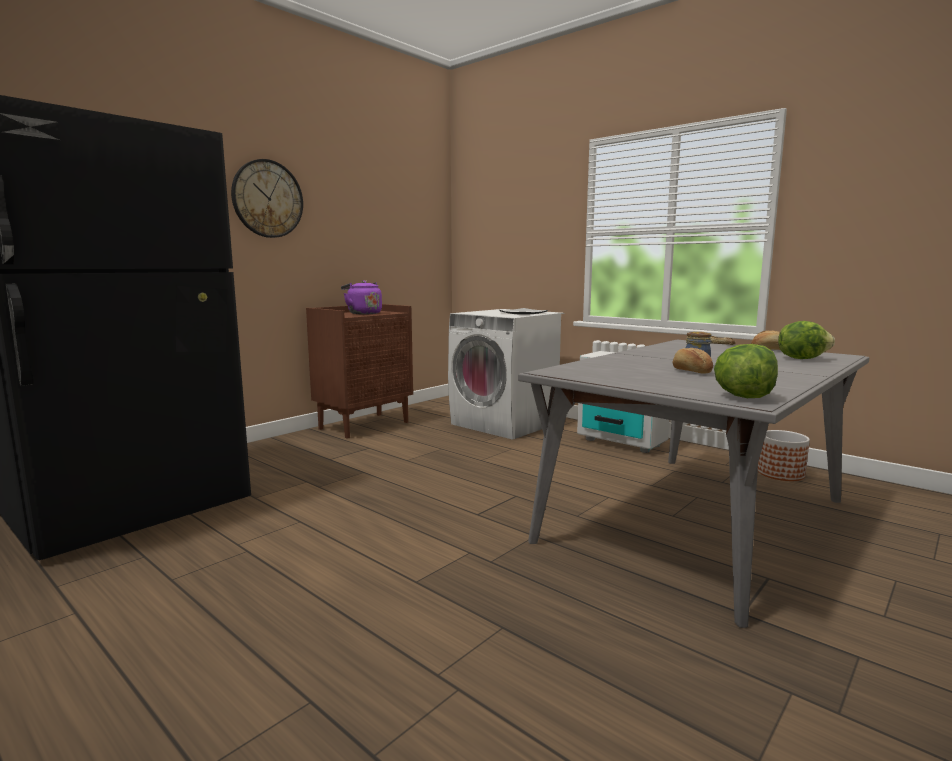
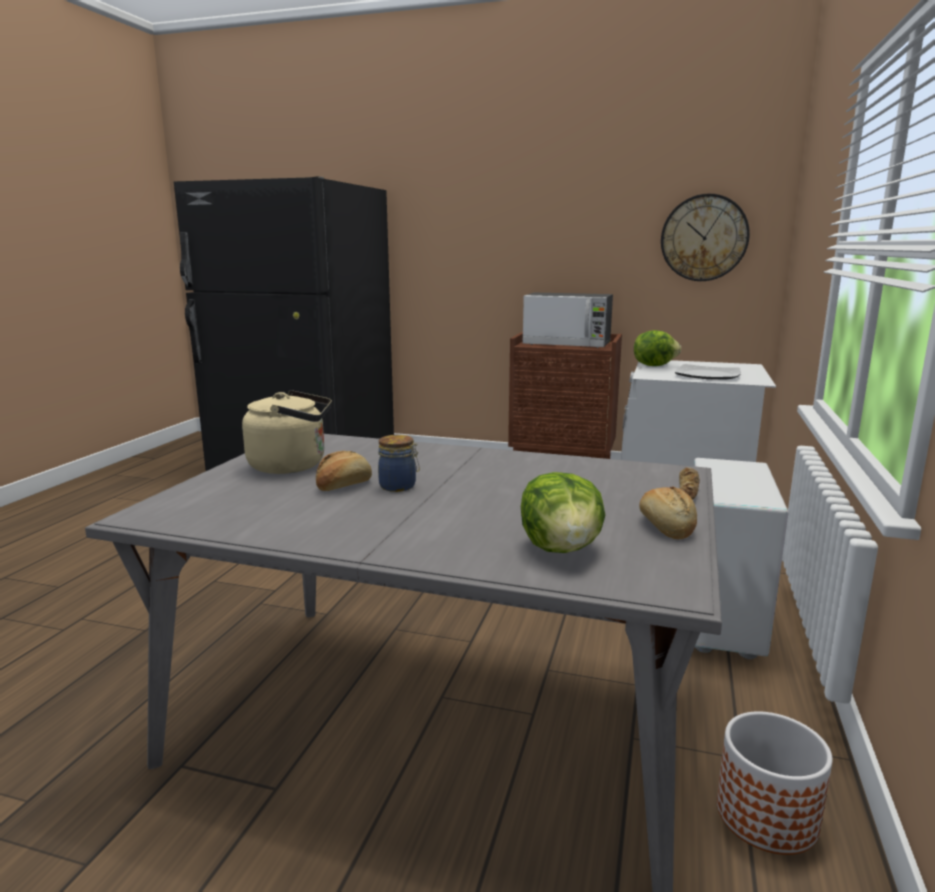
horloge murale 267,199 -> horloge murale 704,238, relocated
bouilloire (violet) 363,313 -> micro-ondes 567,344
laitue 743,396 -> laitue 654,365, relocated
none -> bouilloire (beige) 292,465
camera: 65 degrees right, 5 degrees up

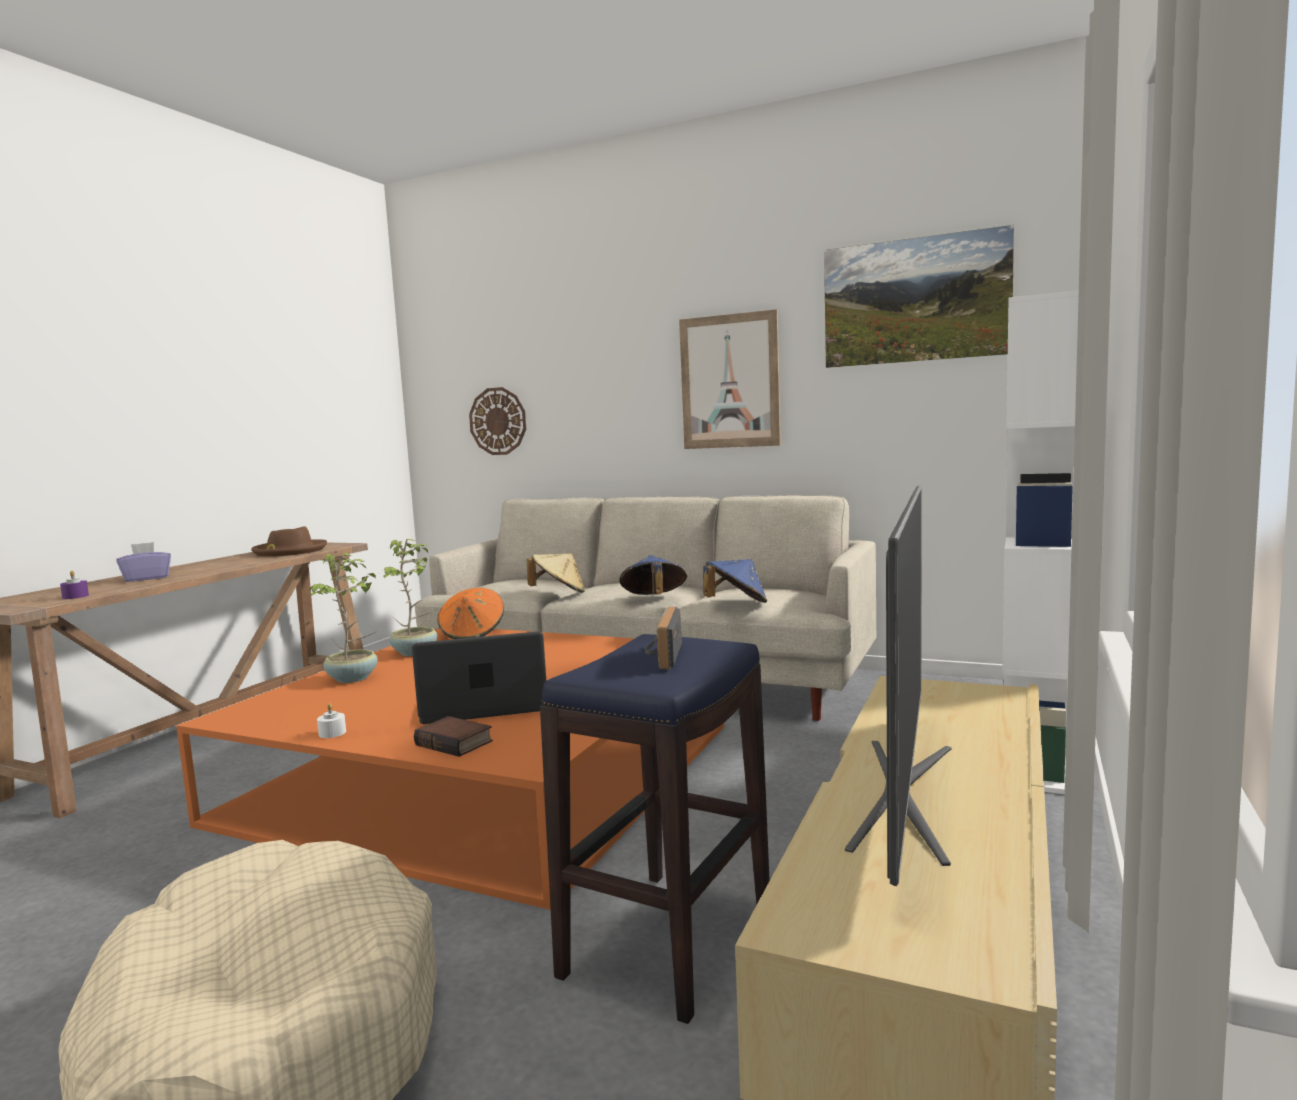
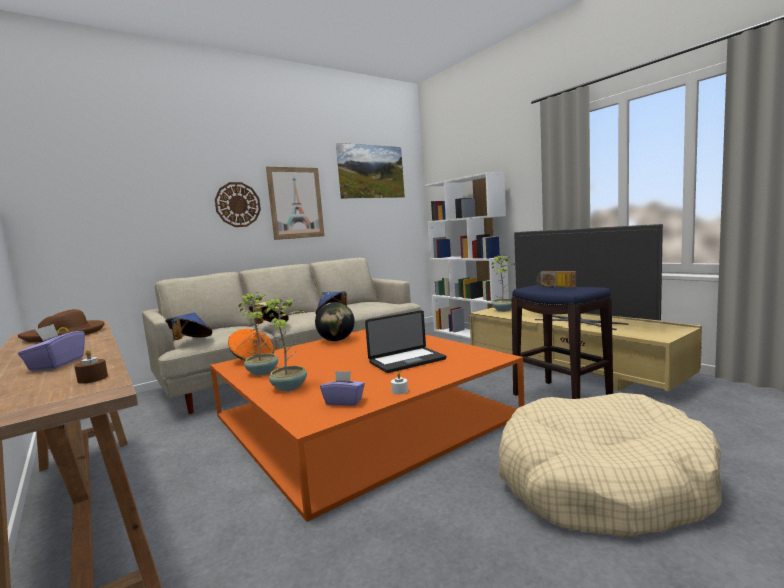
bougie (violet) 75,596 -> bougie (marron) 92,379
ordinateur portable 484,707 -> ordinateur portable 407,361, 135 degrees counterclockwise
livre 456,743 -> none
horloge murale 498,421 -> horloge murale 238,204, relocated
chapeau (bleu) 736,604 -> chapeau (bleu) 190,341, relocated
none -> globe 336,340
none -> boîte à mouchoirs (violet) 344,401
none -> plante en pot 504,310
camera: 60 degrees left, 0 degrees up

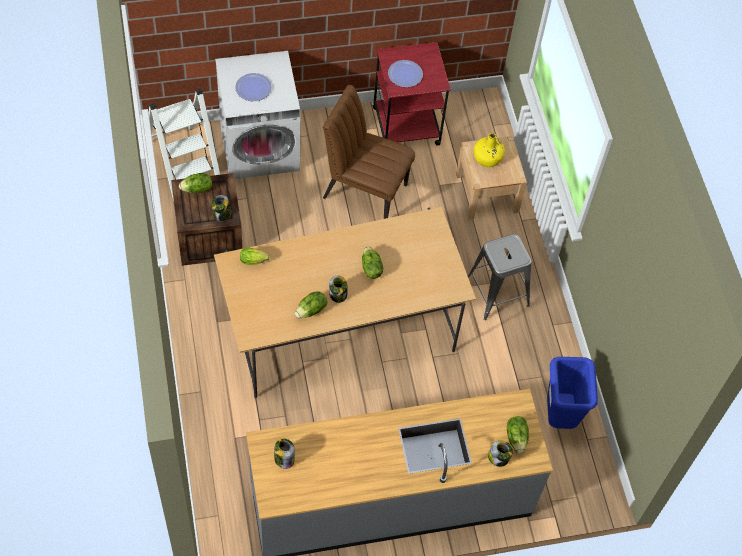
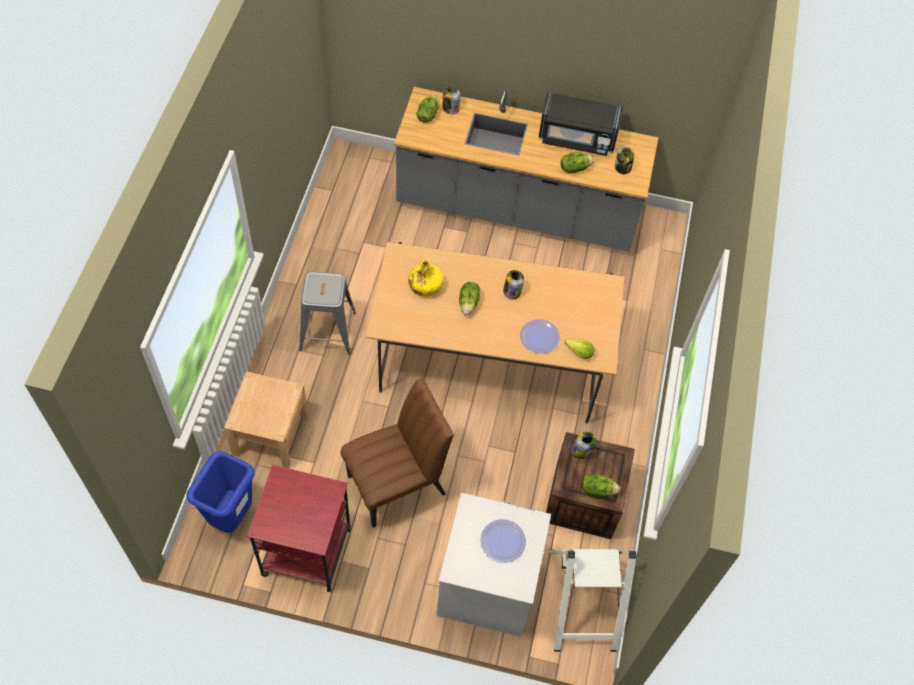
laitue 311,310 -> laitue 574,168, relocated
chaise (marron) 365,191 -> chaise (marron) 396,486, 75 degrees counterclockwise
assiette 405,74 -> assiette 540,337, relocated
bouteille (jaune) 488,158 -> bouteille (jaune) 425,286, relocated
poubelle (bleu) 559,417 -> poubelle (bleu) 232,516, relocated
none -> micro-ondes (noir) 577,138
camera: 155 degrees left, 0 degrees up

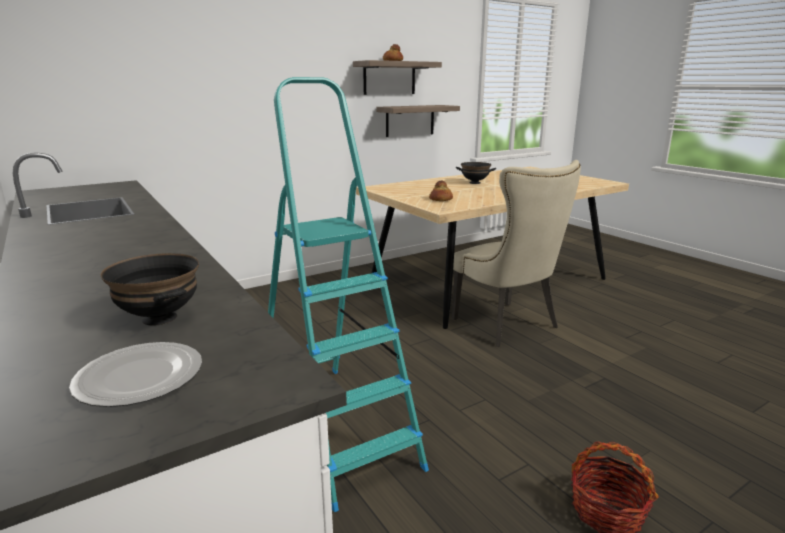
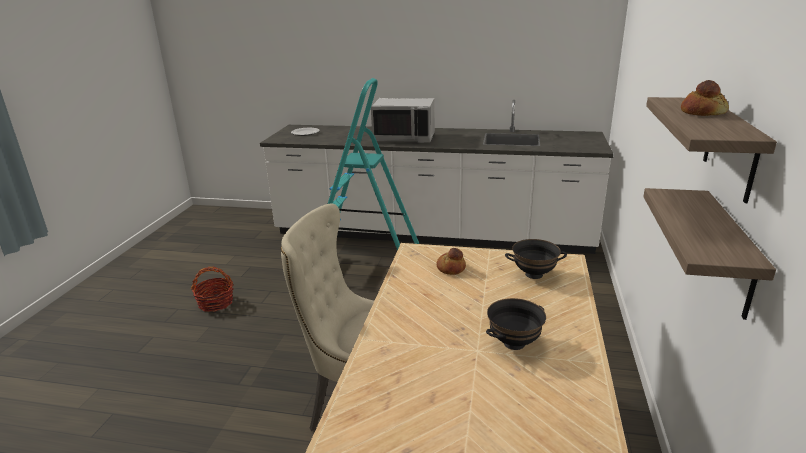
bol (noir) 161,318 -> bol (noir) 534,275, relocated
none -> micro-ondes (gris) 404,137
camera: 135 degrees right, 5 degrees up

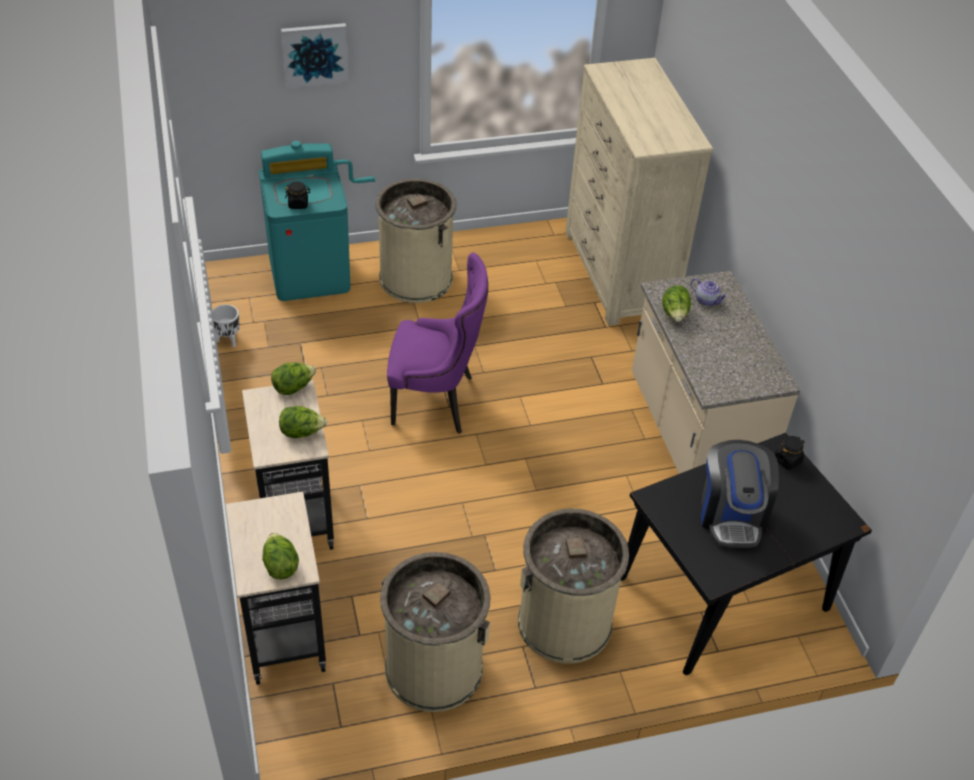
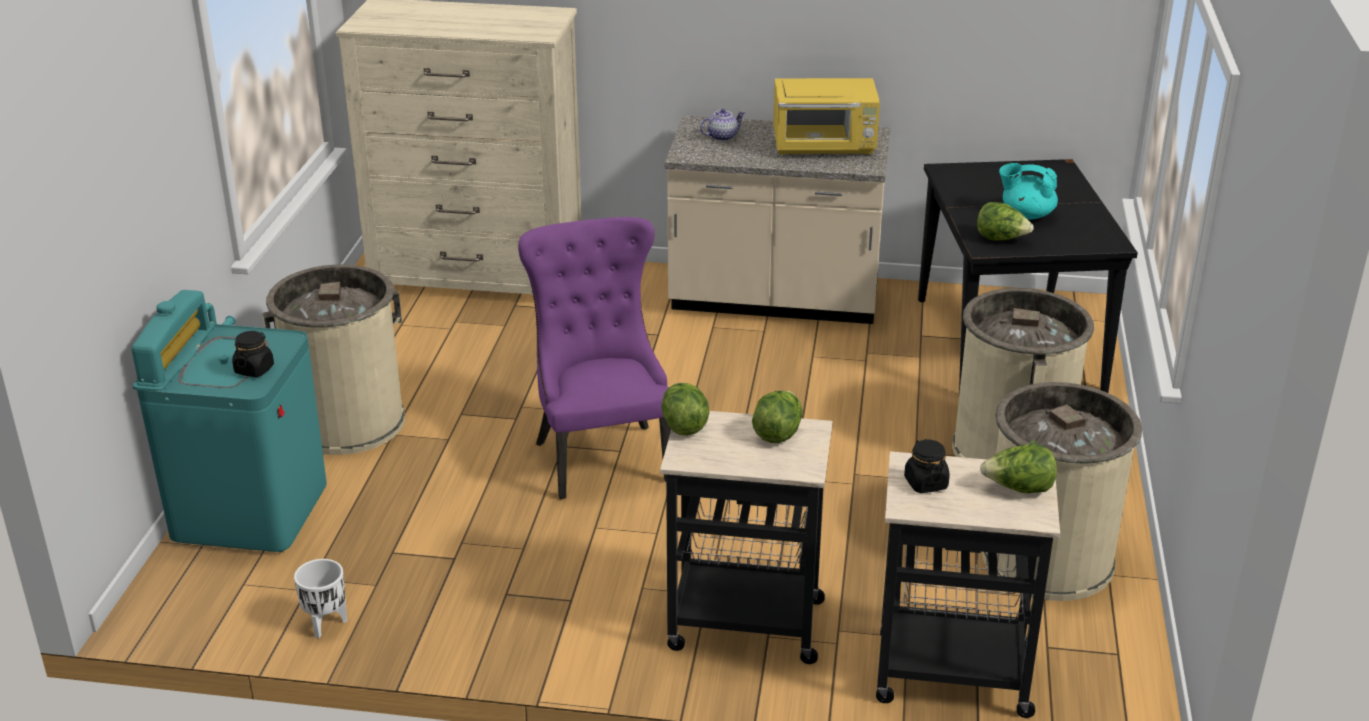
tableau 315,54 -> none
chaise (violet) 435,401 -> chaise (violet) 602,459, 45 degrees counterclockwise
laitue 674,314 -> laitue 1001,239, relocated
machine à café 731,514 -> théière (turquoise) 1026,214
bocal (noir) 787,460 -> bocal (noir) 925,483, relocated
none -> micro-ondes (jaune) 825,146
camera: 65 degrees left, 15 degrees down

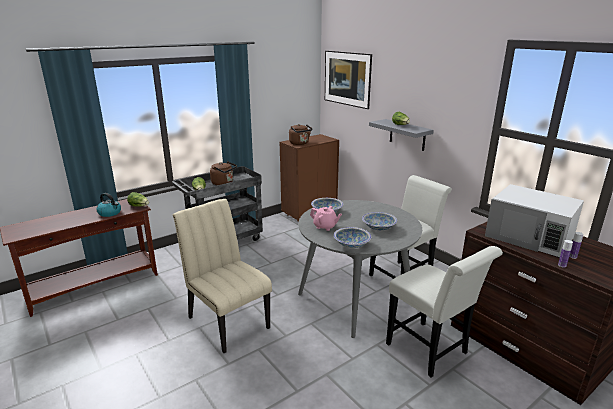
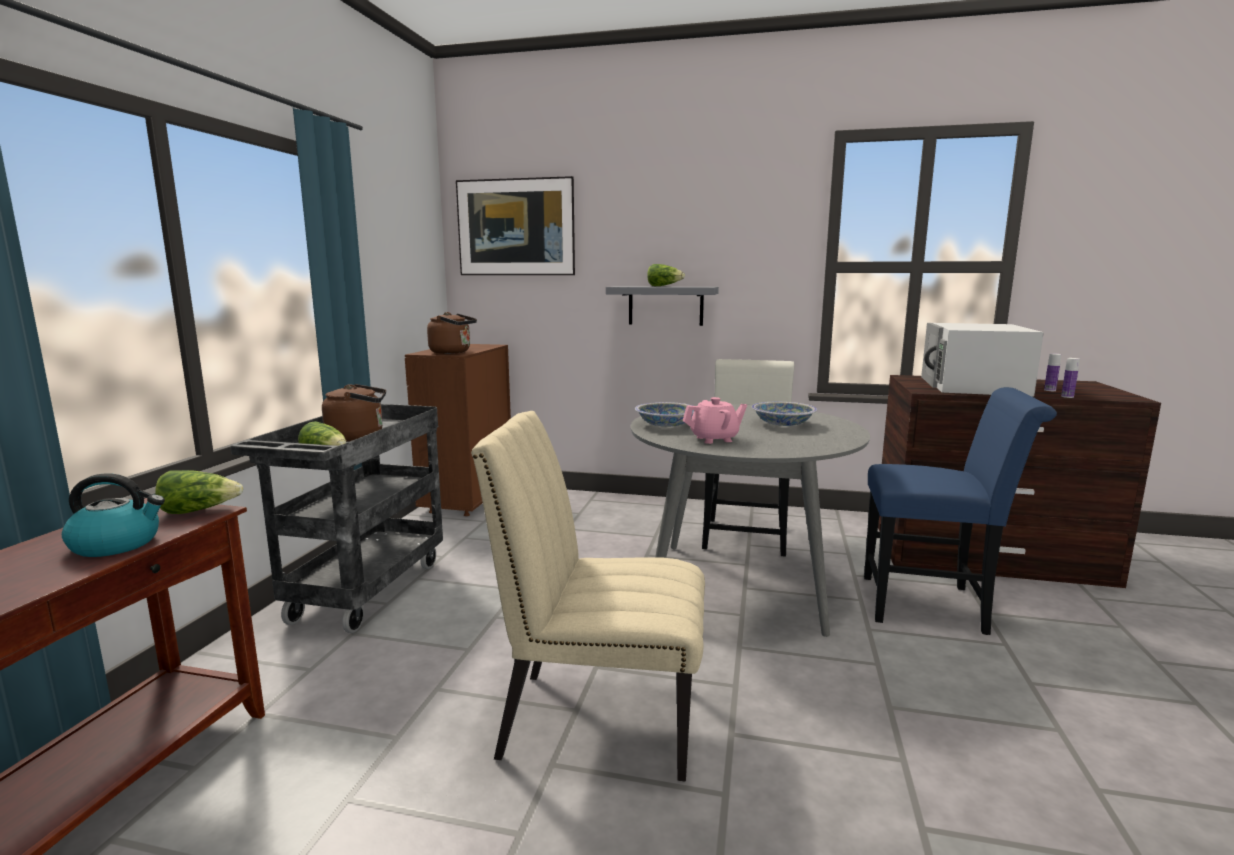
bol 351,244 -> none
chaise (blanc) 431,351 -> chaise (bleu) 933,605
micro-ondes (blanc) 529,236 -> micro-ondes (blanc) 973,386, 105 degrees clockwise
camera: 40 degrees left, 10 degrees down

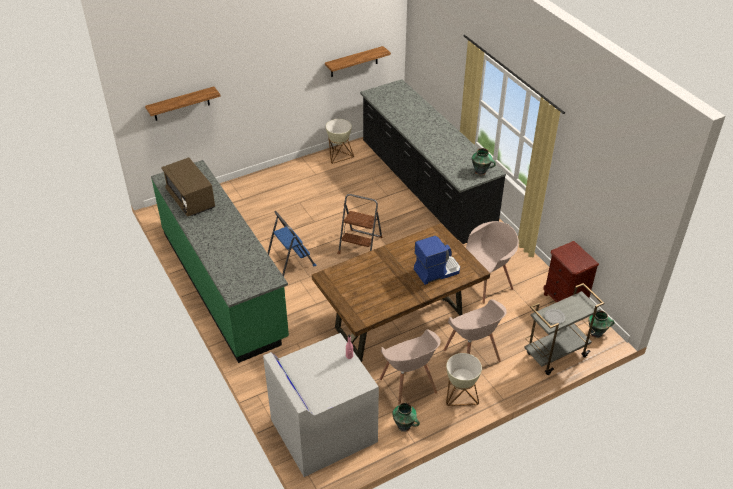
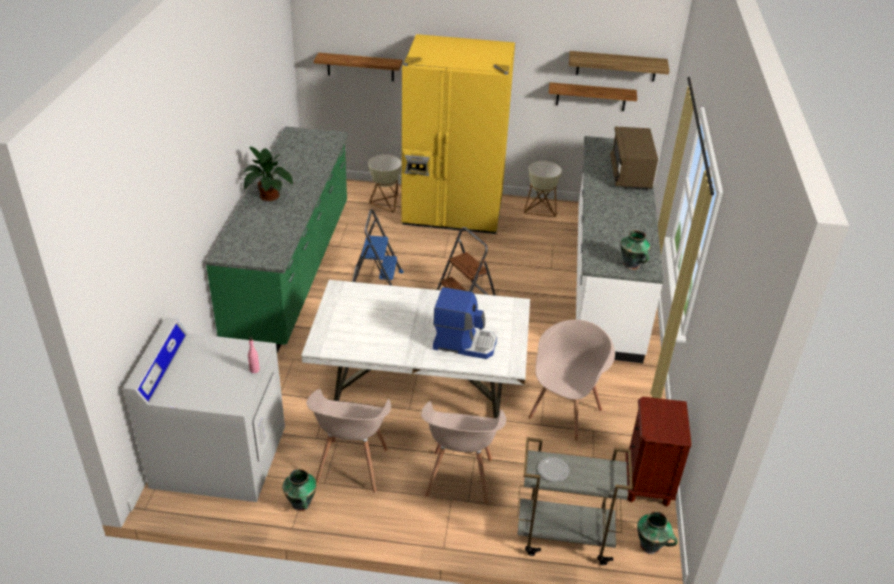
micro-ondes (marron) 191,199 -> micro-ondes (marron) 630,174, relocated
table à manger (marron) 399,321 -> table à manger (blanc) 420,396
comptoir de cuisine (noir) 425,186 -> comptoir de cuisine (blanc) 605,279
cache-pot 460,397 -> cache-pot 385,203, relocated
chaise (beige) 486,284 -> chaise (beige) 565,413, 60 degrees counterclockwise
none -> plante en pot 267,195
none -> réfrigérateur (jaune) 453,212
none -> étagère 616,66
camera: 35 degrees right, 5 degrees down

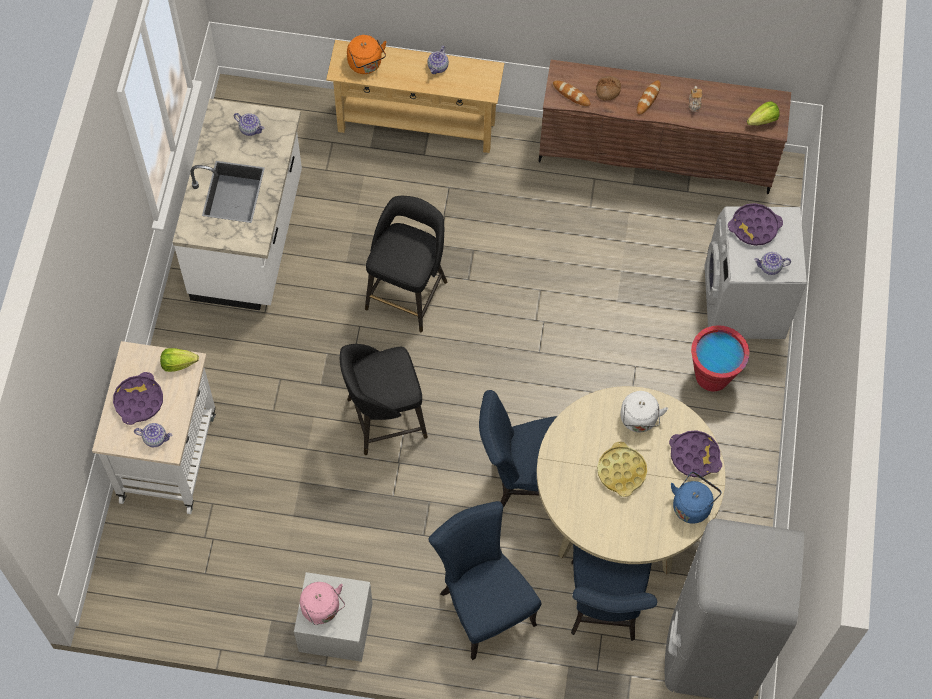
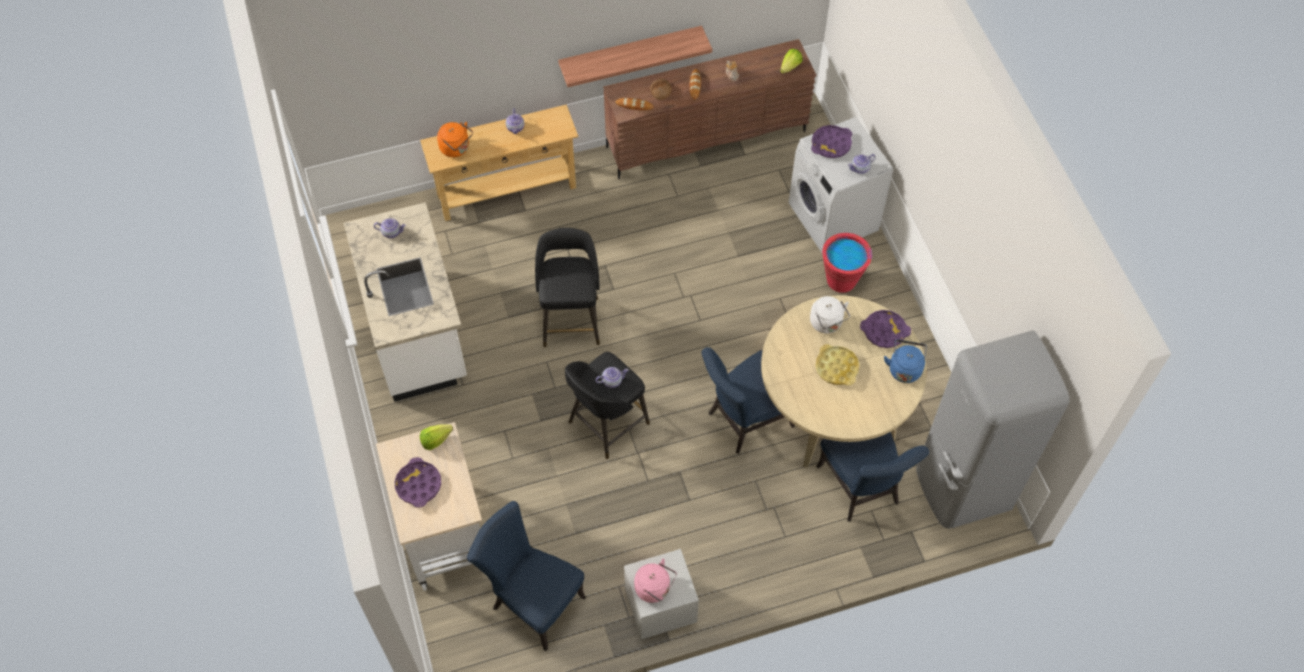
théière 155,438 -> théière 612,380, relocated
chaise (bleu) 482,604 -> chaise (bleu) 533,601, relocated
none -> étagère 630,52
camera: 25 degrees left, 5 degrees down

